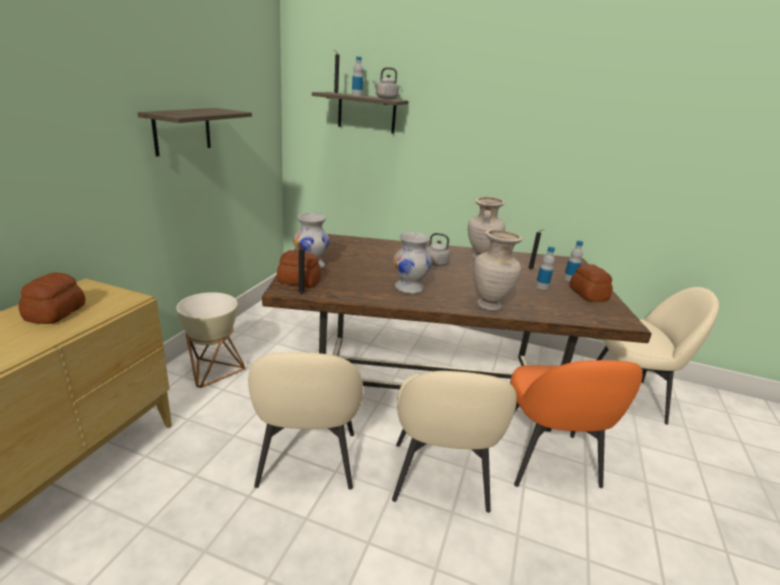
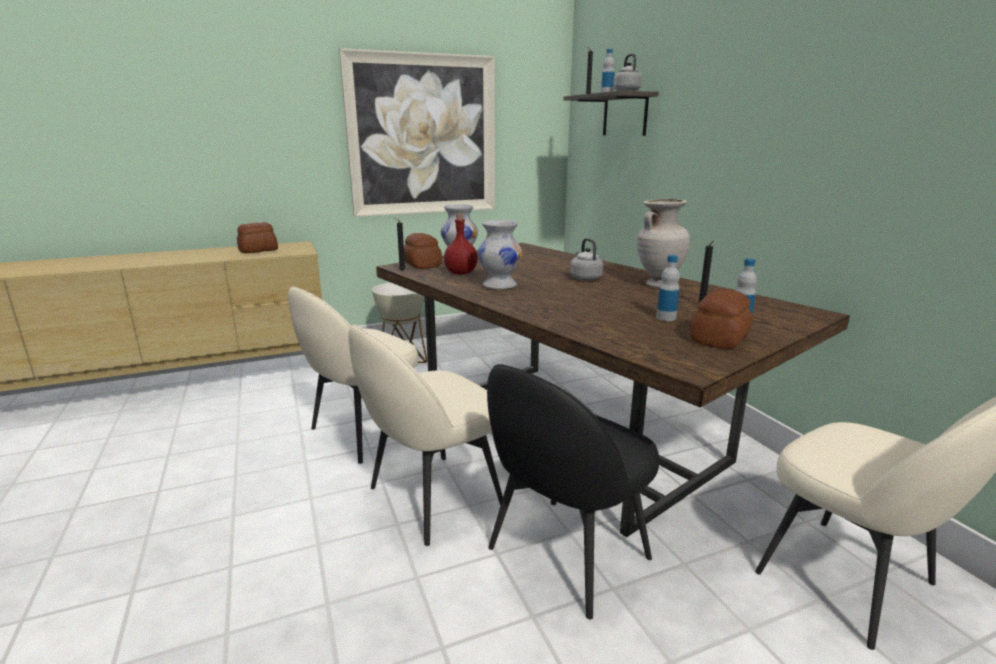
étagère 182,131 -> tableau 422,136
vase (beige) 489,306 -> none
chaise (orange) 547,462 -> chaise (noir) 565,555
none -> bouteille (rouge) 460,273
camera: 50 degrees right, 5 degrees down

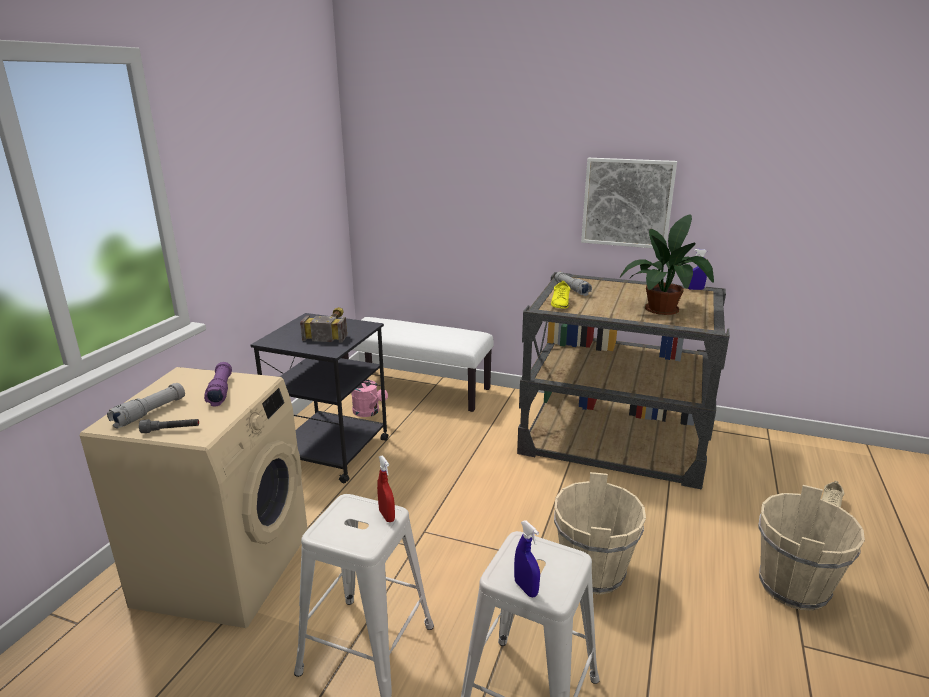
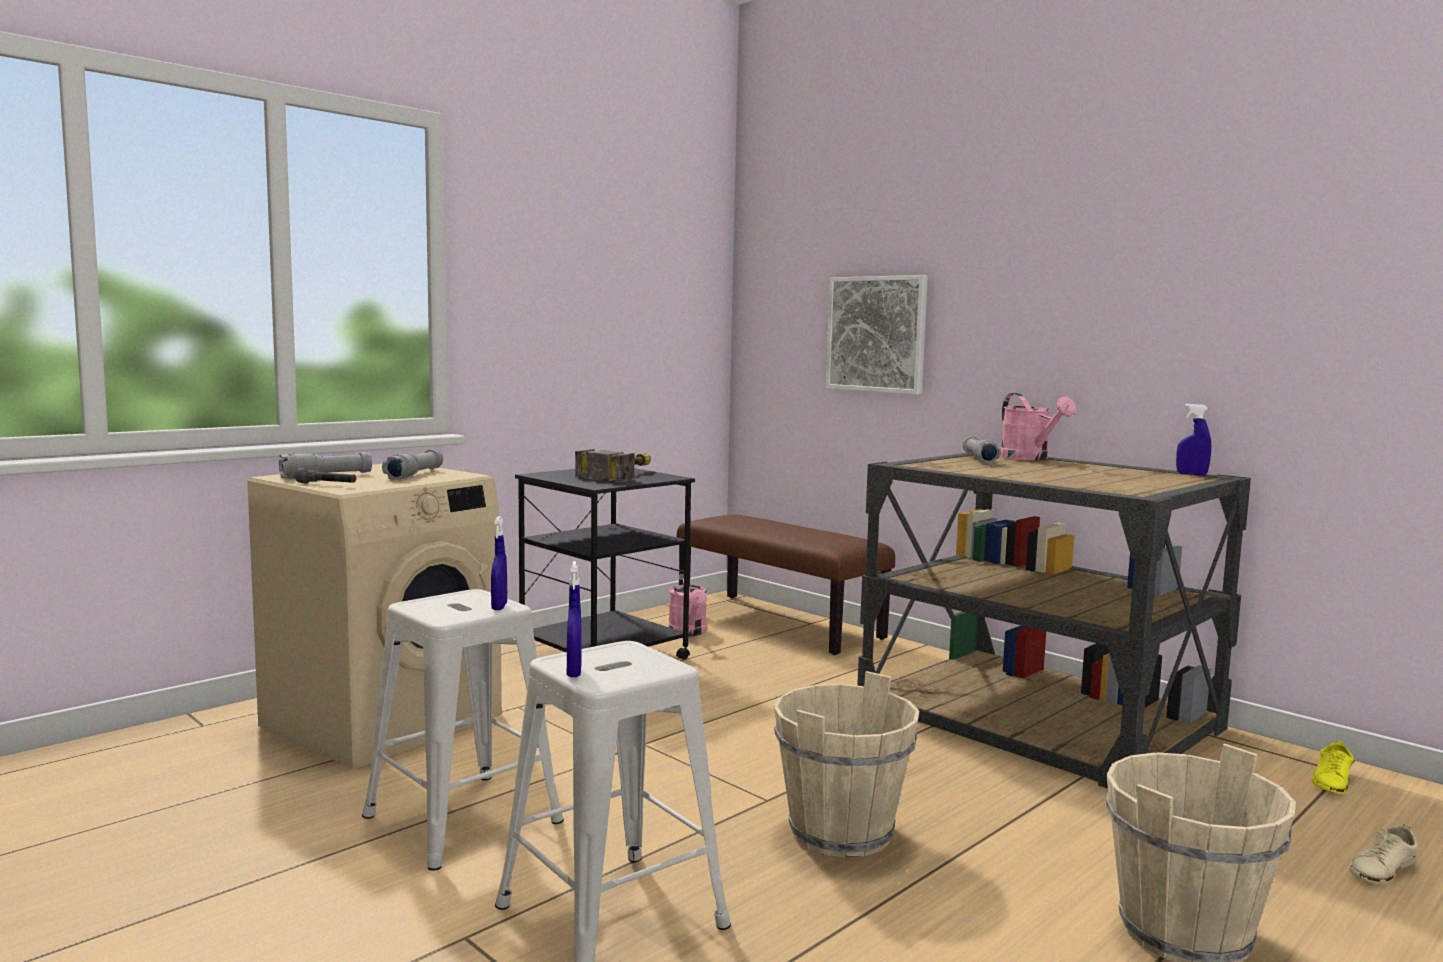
lampe de poche (violet) 221,391 -> lampe de poche (gris) 415,475
banc (blanc) 418,389 -> banc (marron) 780,623
vaporisateur (rouge) 387,516 -> vaporisateur (bleu) 499,607
chaussure (jaune) 560,303 -> chaussure (jaune) 1331,781, relocated
tableau 627,203 -> tableau 877,334, relocated
plante en pot 665,309 -> none
none -> arrosoir (rose) 1030,458
camera: 25 degrees right, 15 degrees down

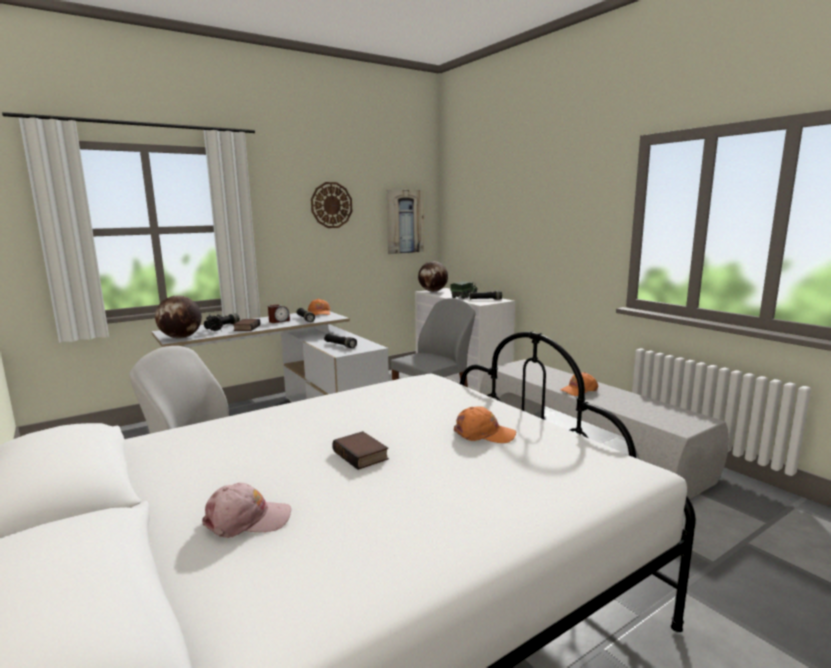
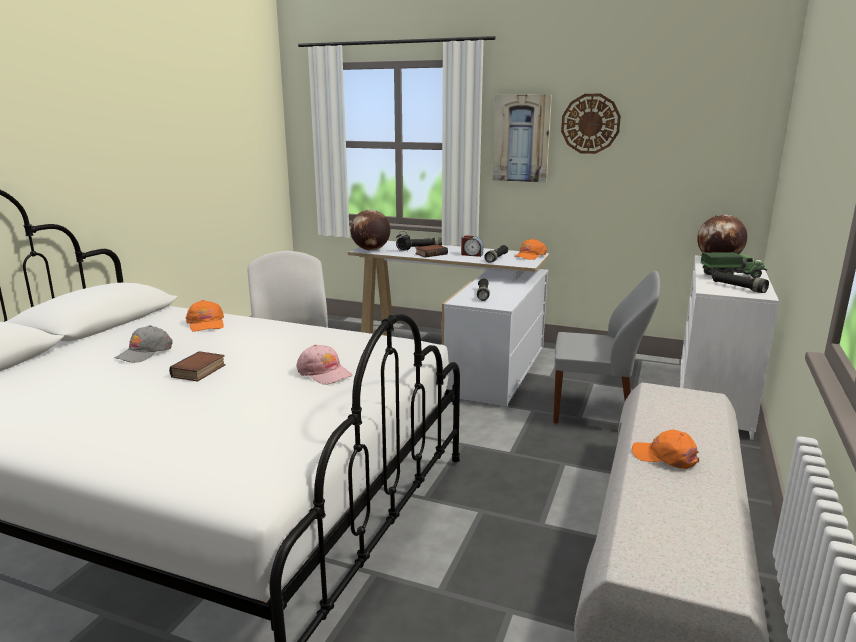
casquette (rose) 247,520 -> casquette (rose) 324,373, relocated
tableau 404,221 -> tableau 521,138, relocated
casquette (orange) 484,434 -> casquette (orange) 206,324, relocated
none -> casquette (gris) 144,352
camera: 55 degrees right, 5 degrees up

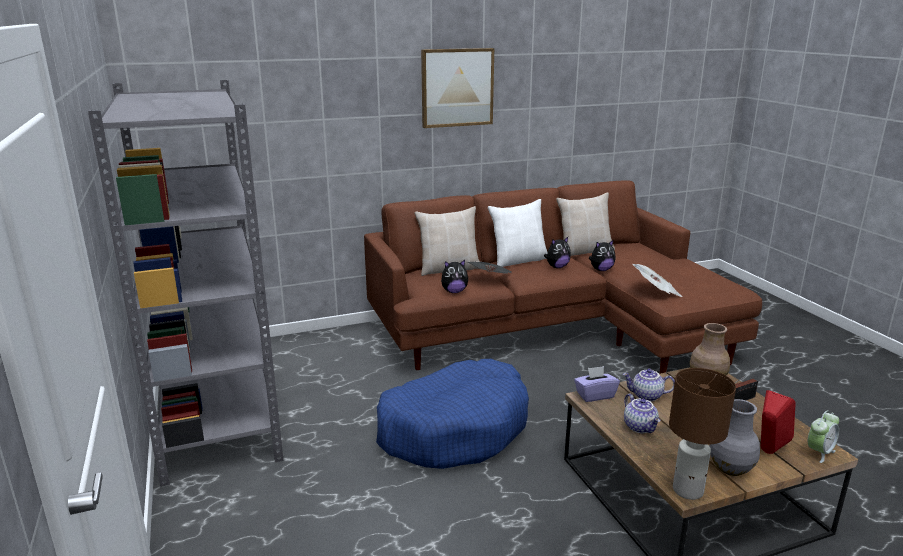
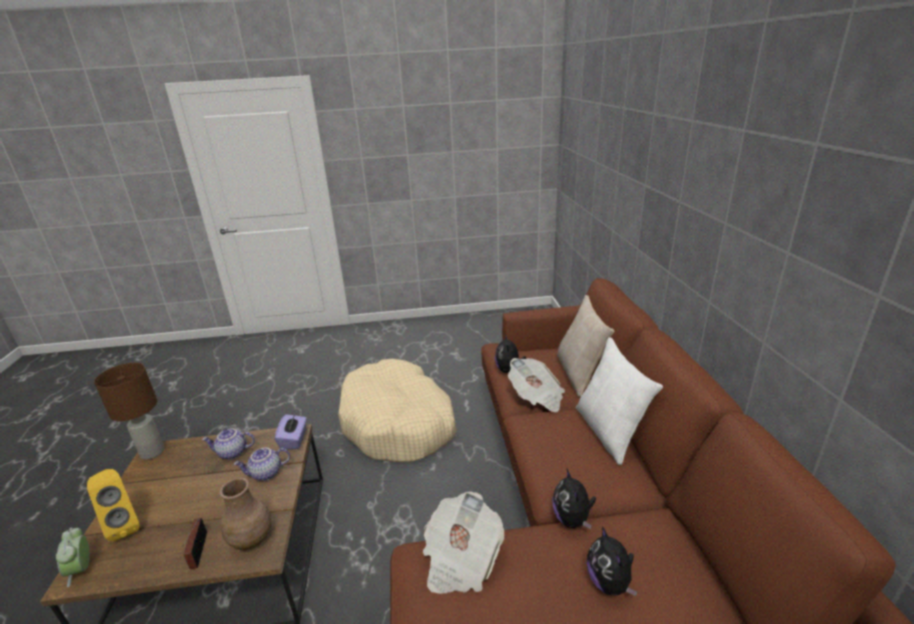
bibliothèque (gris) 218,414 -> none
panier pour chien (bleu) 454,428 -> panier pour chien (beige) 398,423
tableau 457,87 -> none
peluche 557,267 -> peluche 609,582, relocated
coussin (beige) 584,251 -> none
théière 646,396 -> théière 266,474, 135 degrees counterclockwise
vase (gris) 730,468 -> none
enceinte (rouge) 768,452 -> enceinte (jaune) 125,525
camera: 105 degrees right, 5 degrees up

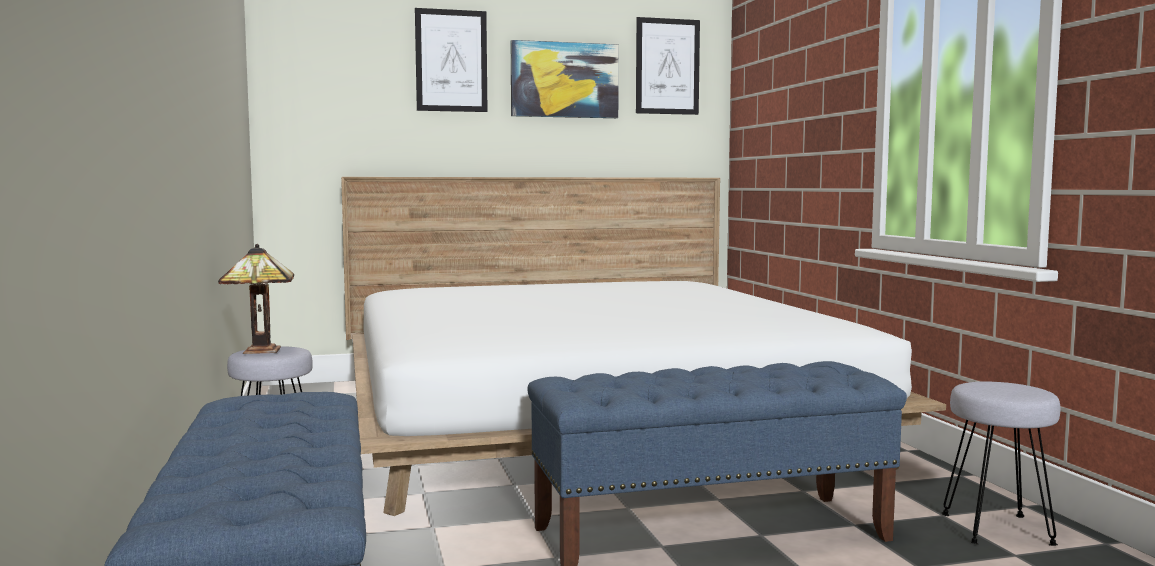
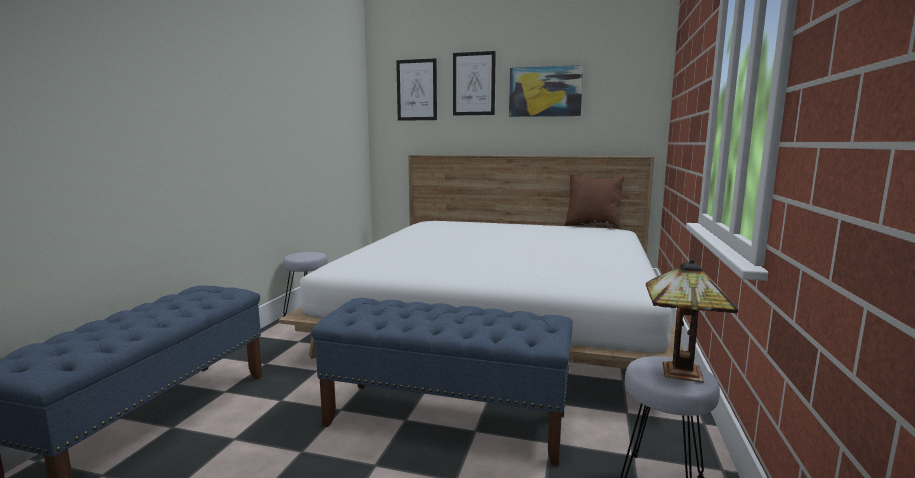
lampe de table 258,351 -> lampe de table 679,373, relocated
tableau 667,66 -> tableau 416,90, relocated
none -> coussin (marron) 592,226
camera: 30 degrees right, 5 degrees up

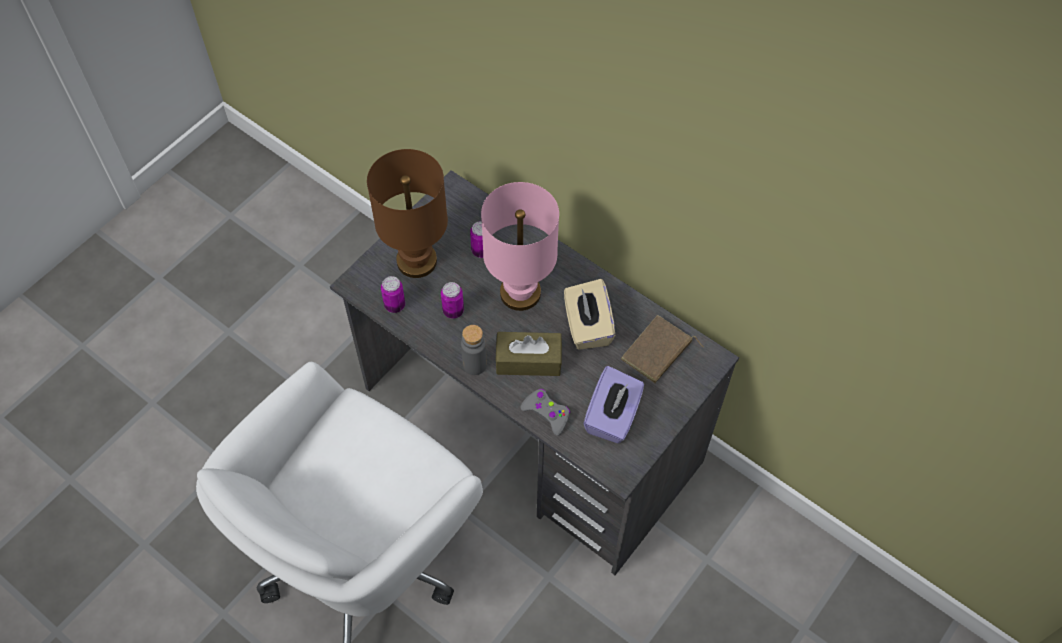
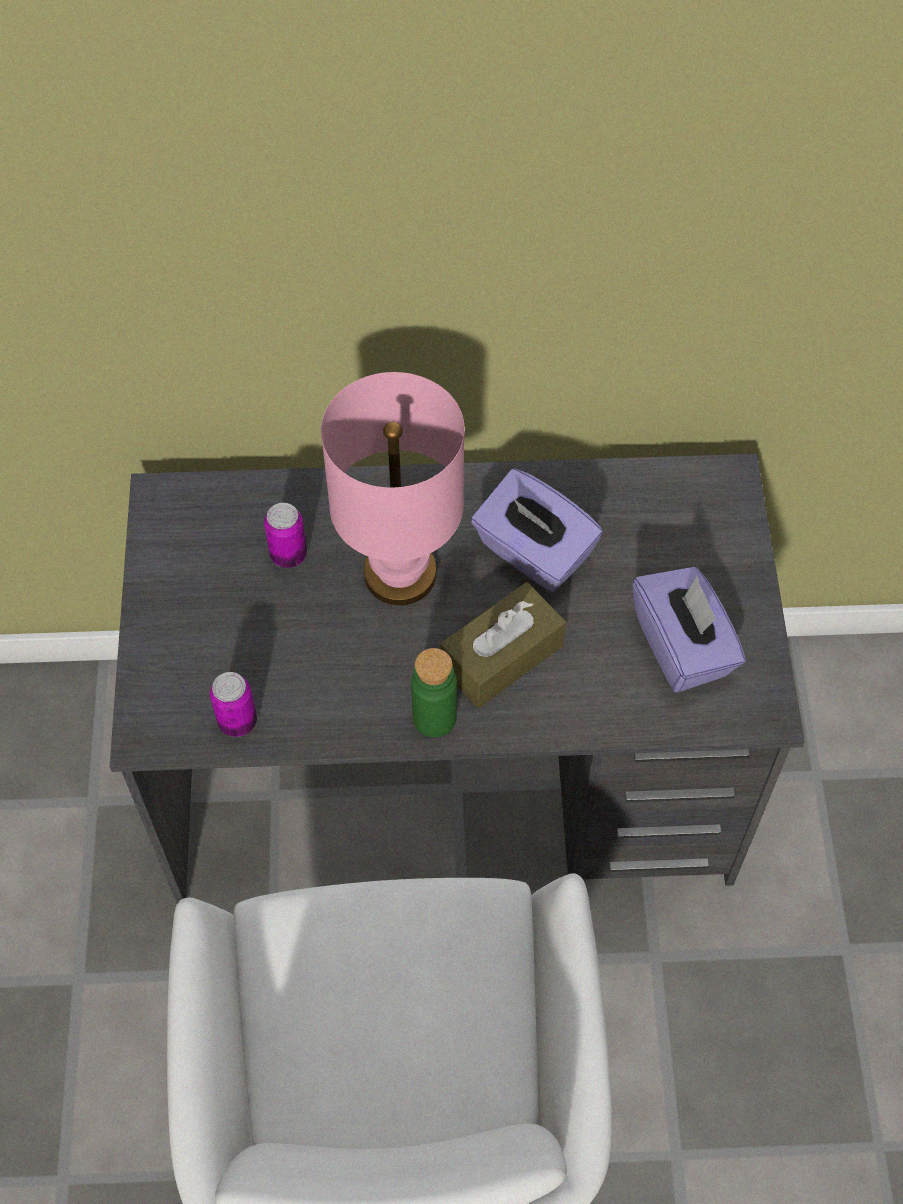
lampe de table (marron) 417,261 -> none
boîte métallique 453,311 -> none
bouteille (gris) 474,364 -> bouteille (vert) 434,718
manette (gris) 546,413 -> none
boîte à mouchoirs (beige) 587,326 -> boîte à mouchoirs (violet) 533,553
livre (marron) 658,352 -> none
camera: 40 degrees left, 0 degrees up

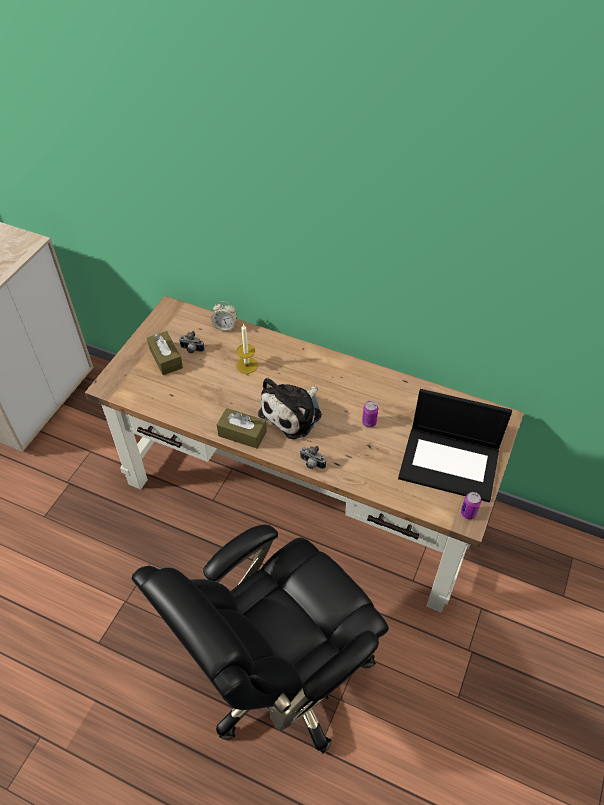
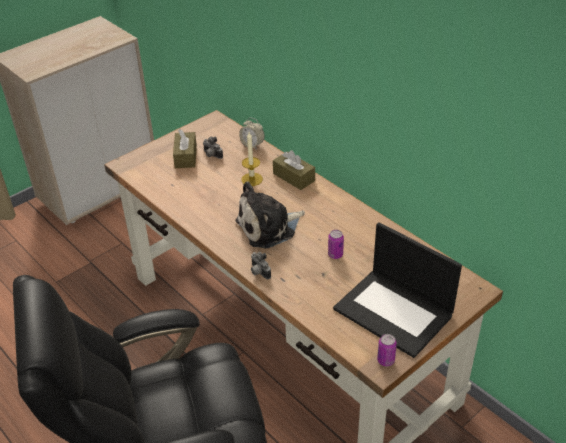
boîte à mouchoirs (marron) 242,434 -> boîte à mouchoirs (marron) 294,177, relocated
camera: 25 degrees right, 10 degrees down

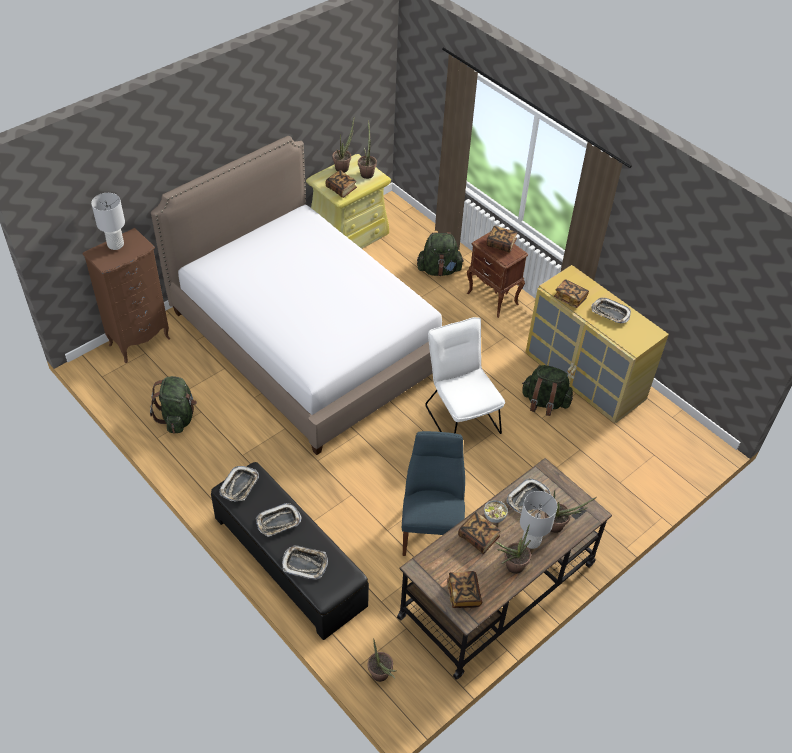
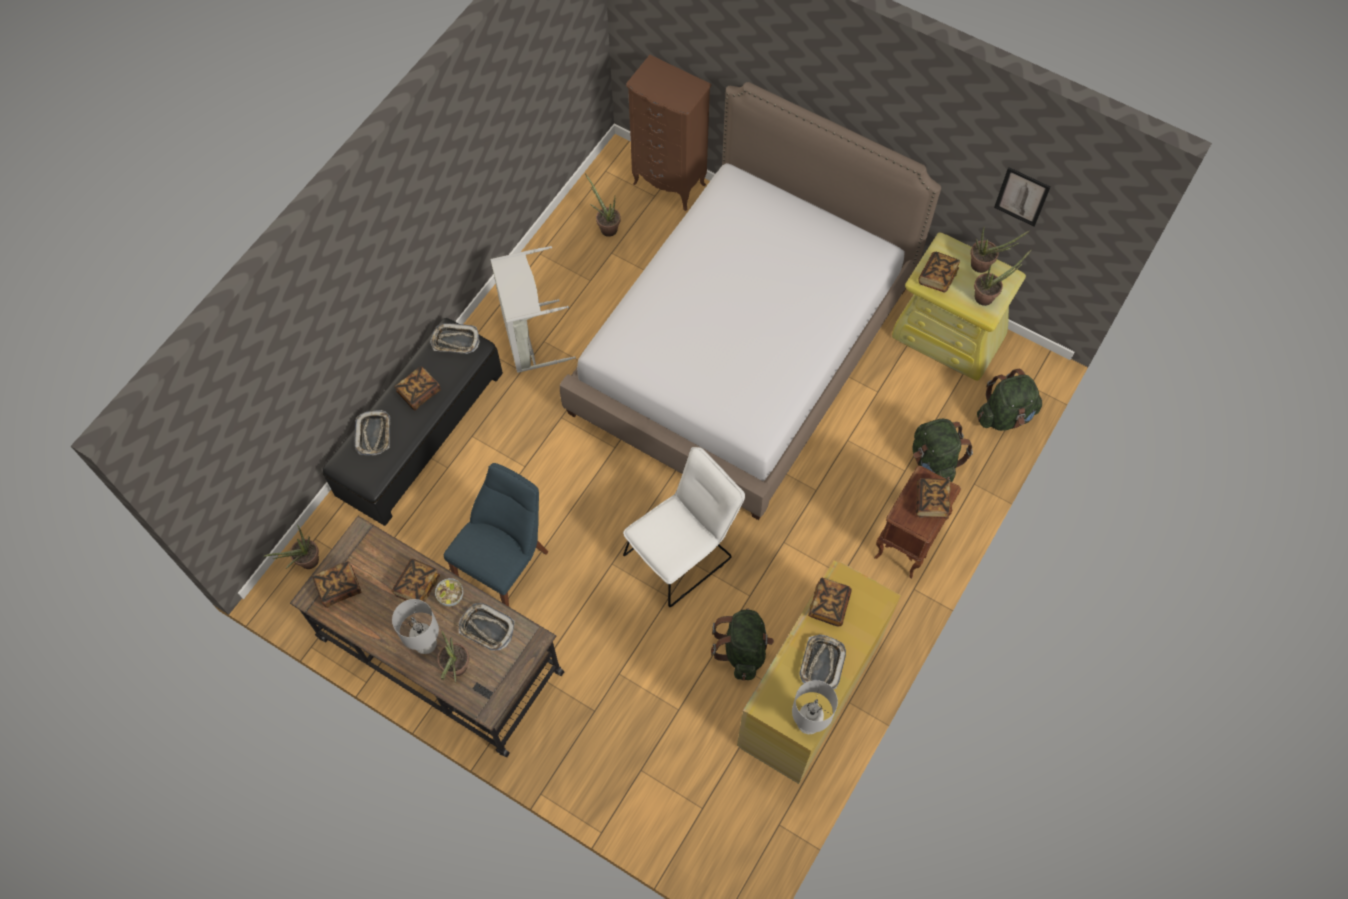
lampe de table (gris) 116,246 -> lampe de table (gris) 808,723, relocated
sac à dos (vert) 177,417 -> sac à dos (vert) 1005,415, relocated
plateau 278,522 -> livre 419,393
chaise (bleu) 431,527 -> chaise (bleu) 505,562, 45 degrees counterclockwise
plante en pot 511,567 -> plante en pot 606,227, relocated
none -> panier à linge (gris) 529,338
none -> tableau 1022,196
camera: 75 degrees right, 15 degrees up

